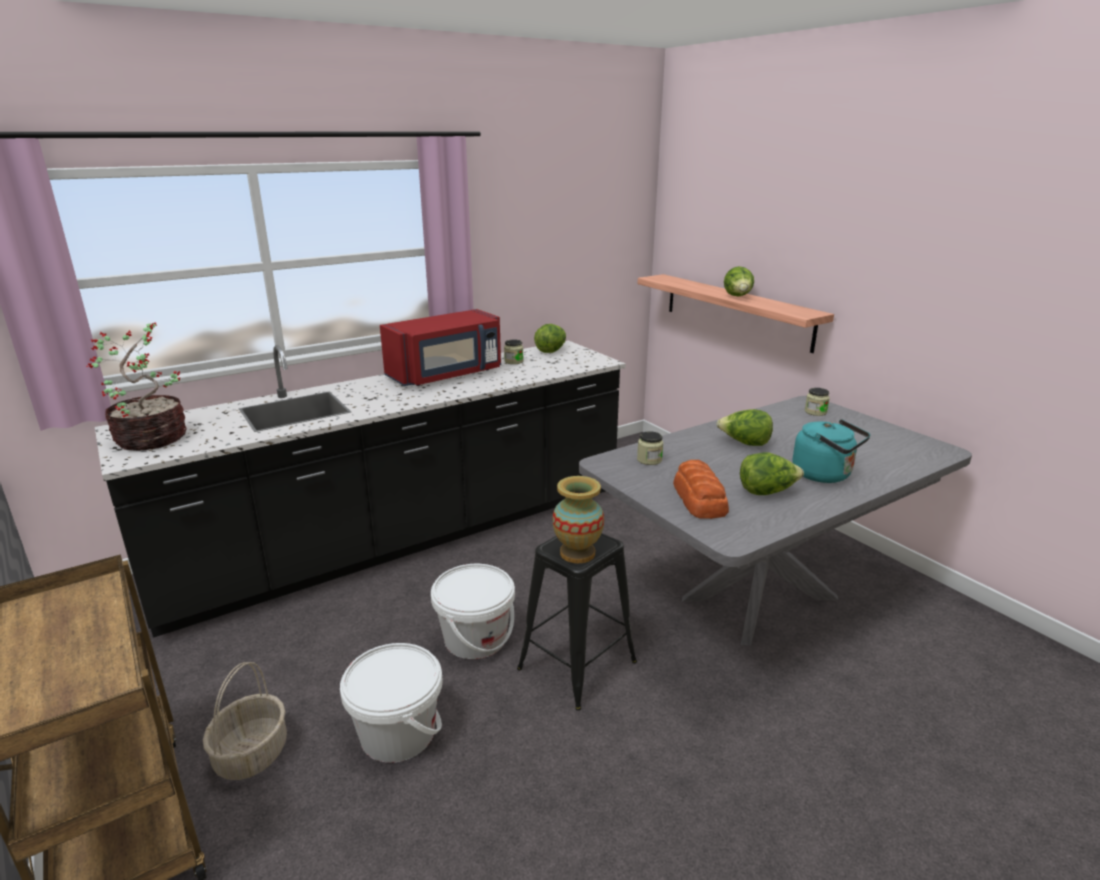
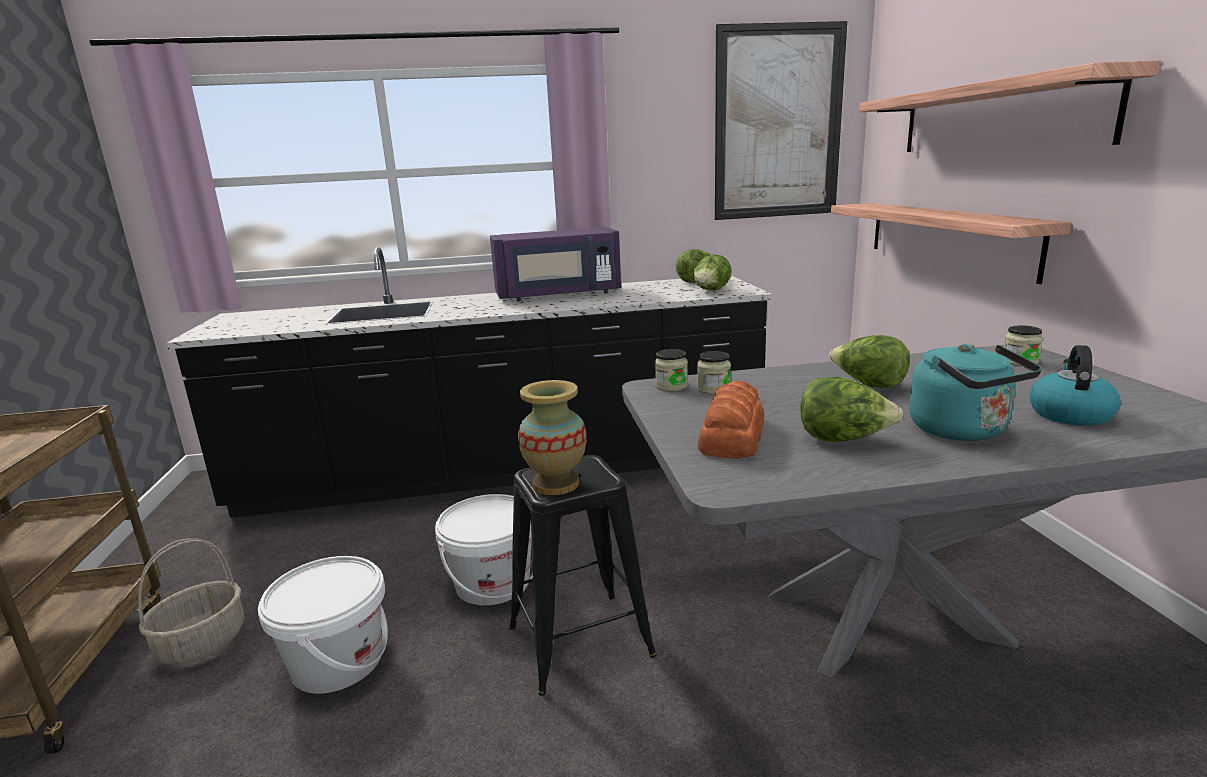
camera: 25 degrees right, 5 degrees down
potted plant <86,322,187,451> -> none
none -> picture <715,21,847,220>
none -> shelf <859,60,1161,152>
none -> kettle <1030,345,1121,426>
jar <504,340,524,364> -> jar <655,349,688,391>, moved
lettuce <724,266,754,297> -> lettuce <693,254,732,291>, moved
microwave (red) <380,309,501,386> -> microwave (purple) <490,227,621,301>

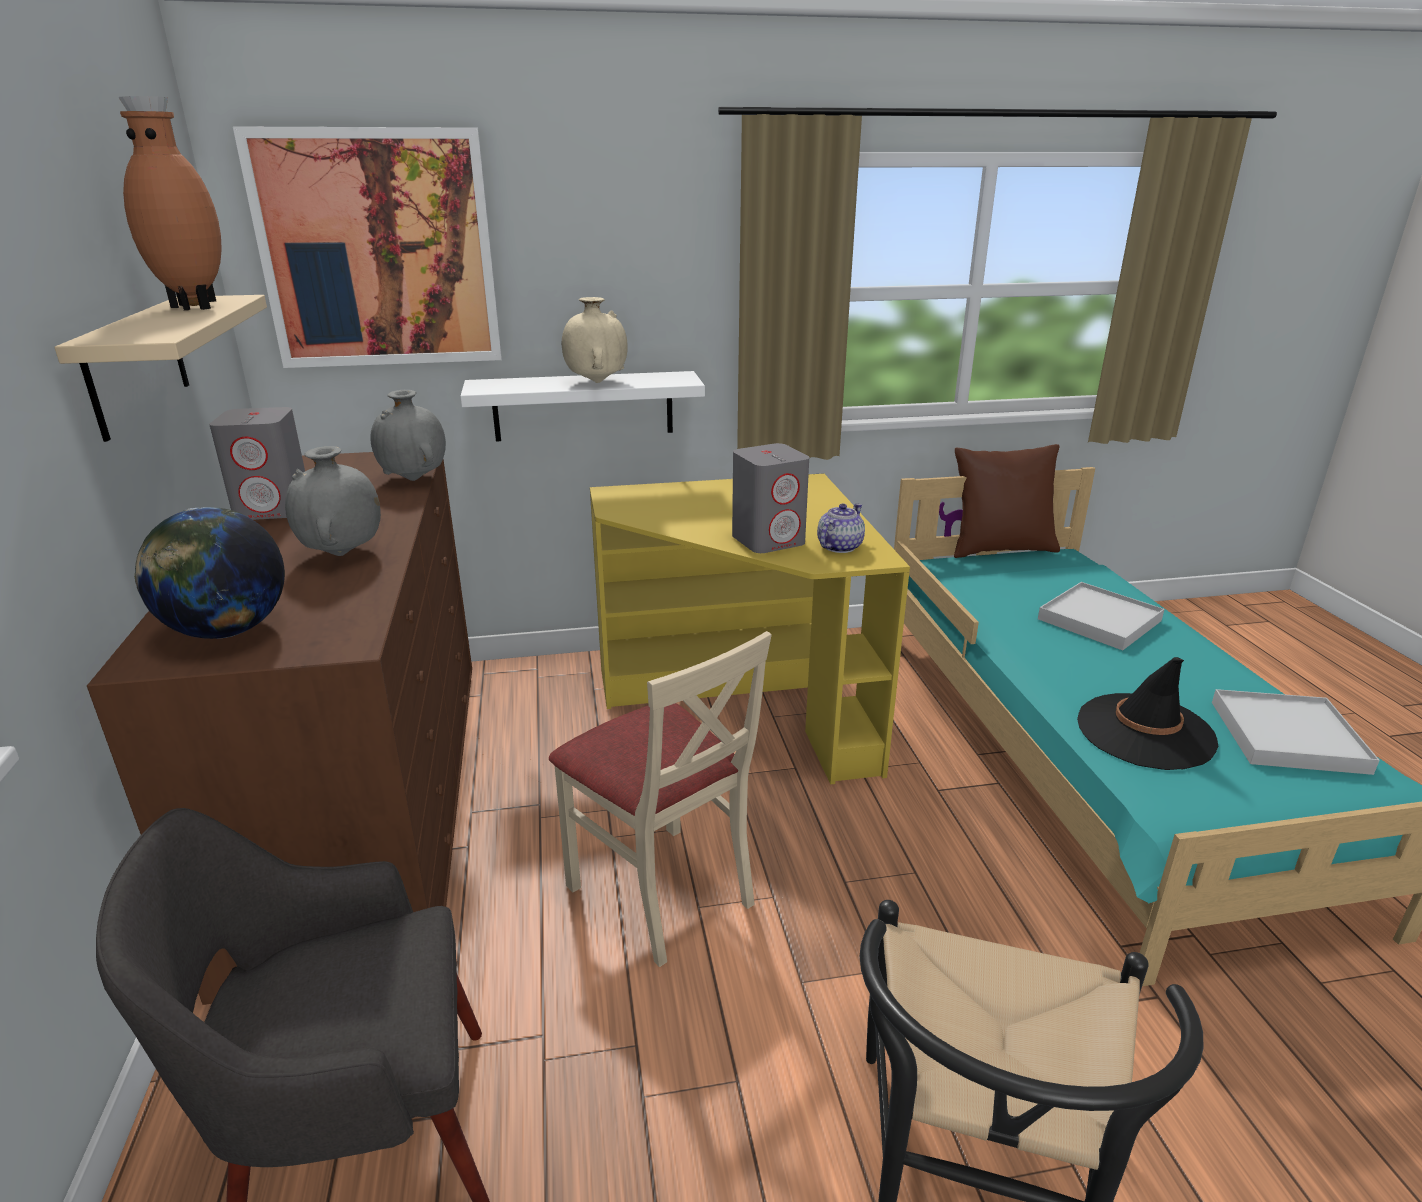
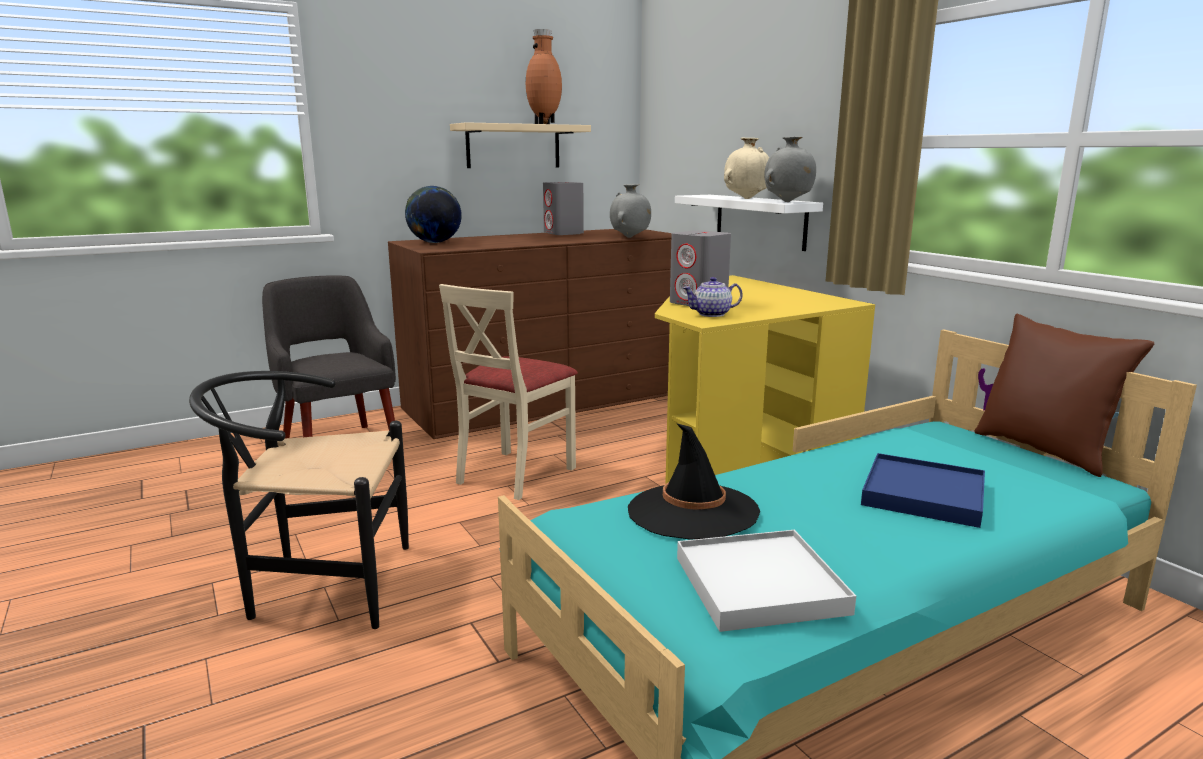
camera: 70 degrees right, 10 degrees down
picture <233,127,502,368> -> none
vase (grey) <285,446,381,556> -> vase (grey) <764,136,816,202>, moved
tray (white) <1038,582,1165,650> -> tray (blue) <861,453,985,528>
teapot <817,504,865,553> -> teapot <683,277,743,317>, 150 degrees clockwise

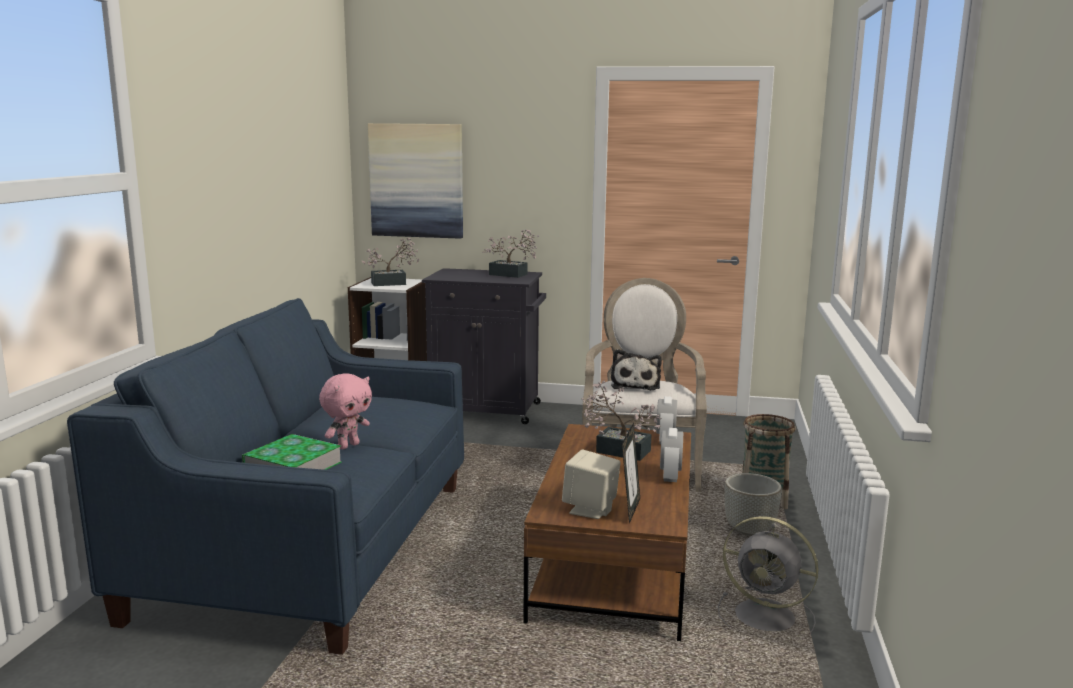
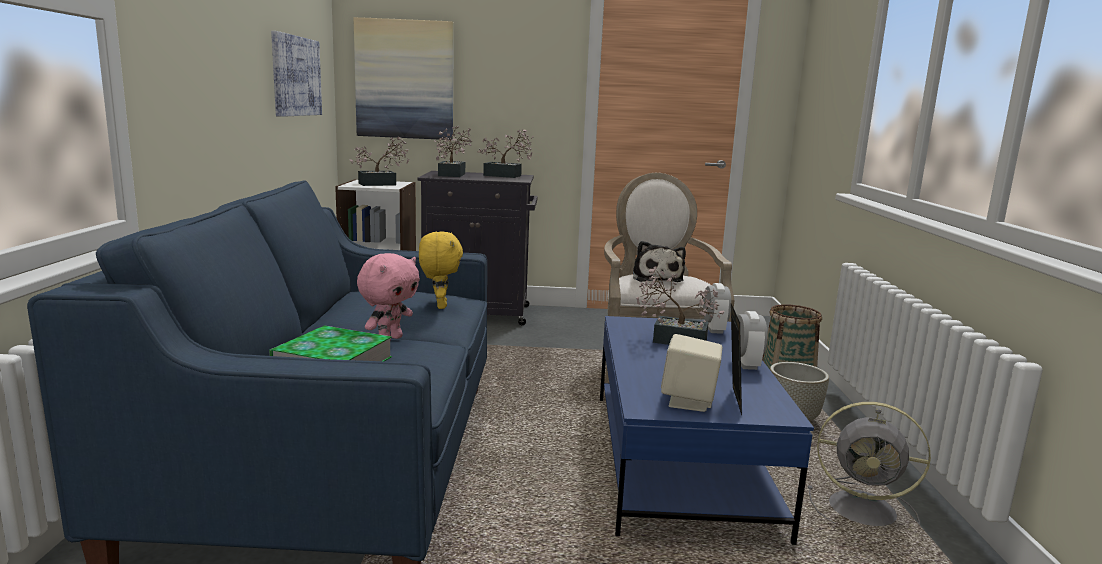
camera: 10 degrees left, 0 degrees up
none -> picture <271,31,322,117>
none -> plush toy (yellow) <419,231,463,309>
none -> potted plant <434,125,472,177>
coffee table (brown) <523,424,691,641> -> coffee table (blue) <600,316,814,545>

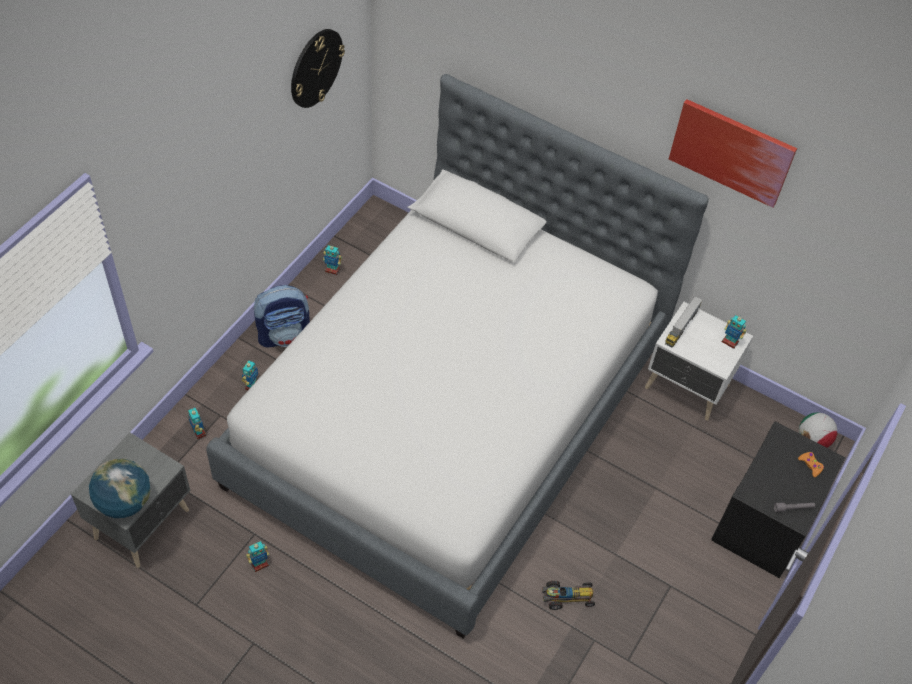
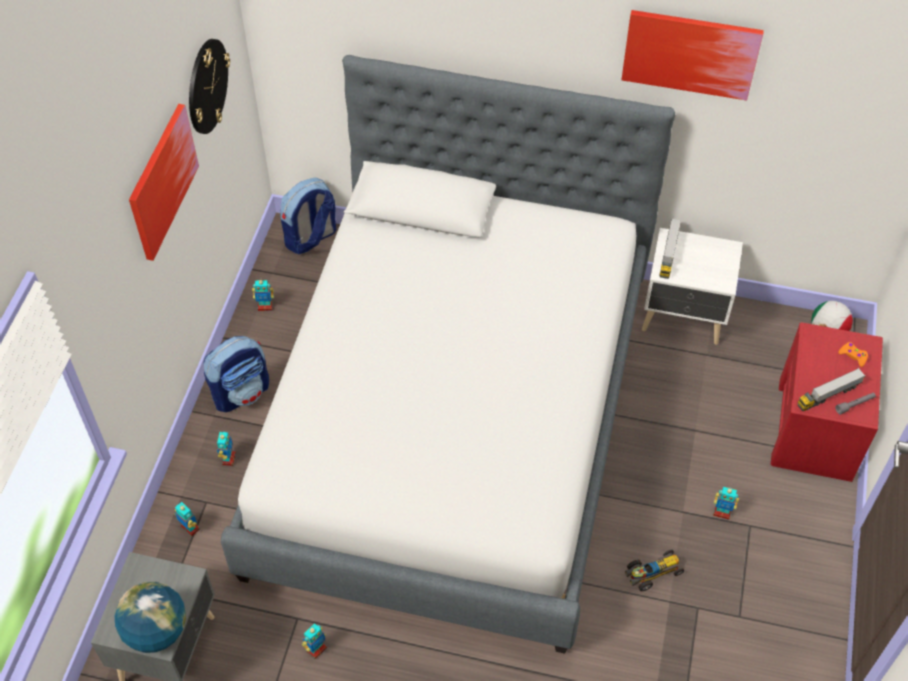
camera: 15 degrees left, 0 degrees up
none -> picture <129,104,199,261>
none -> backpack <280,178,336,254>
none -> toy truck <797,368,865,411>
toy robot <722,315,746,349> -> toy robot <713,487,739,520>, moved
nightstand (black) <711,421,845,578> -> nightstand (red) <771,322,883,482>

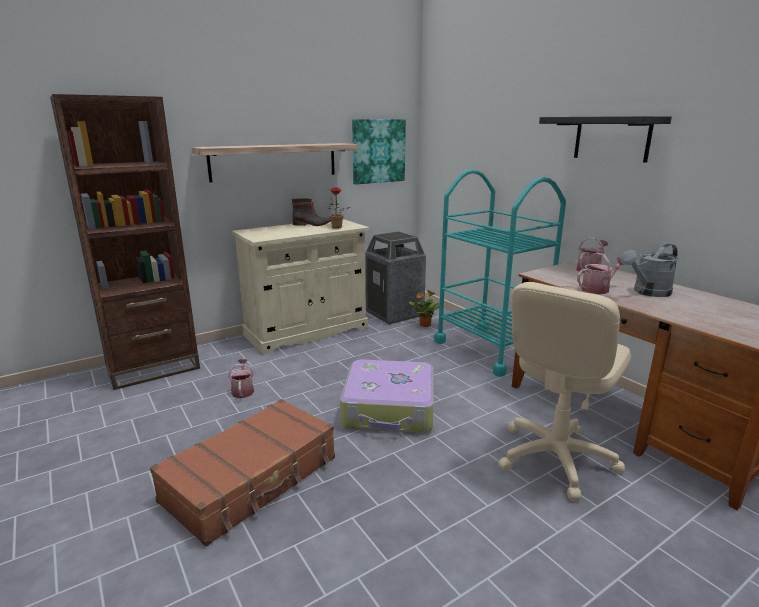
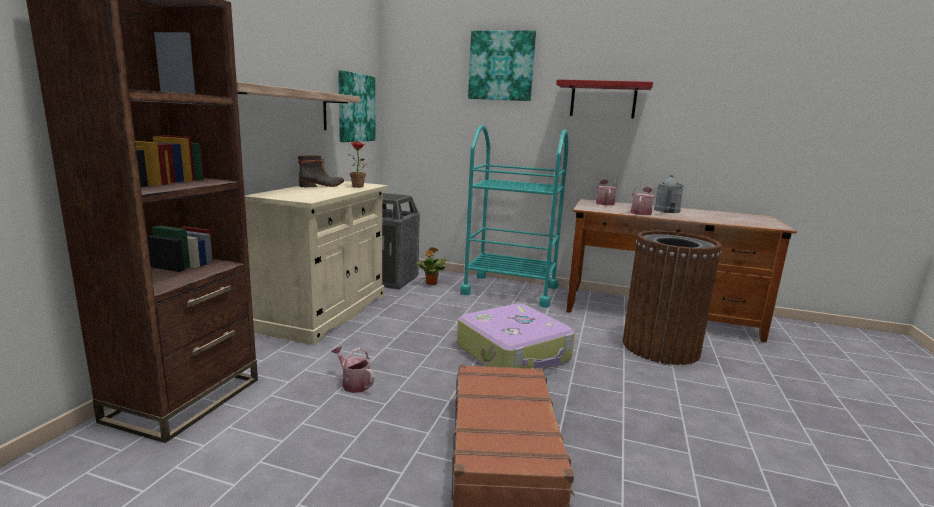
camera: 40 degrees left, 5 degrees down
none -> picture <468,30,536,101>
office chair (beige) <498,282,631,501> -> trash can (brown) <623,230,721,365>
shelf (black) <539,116,672,163> -> shelf (red) <556,79,653,118>

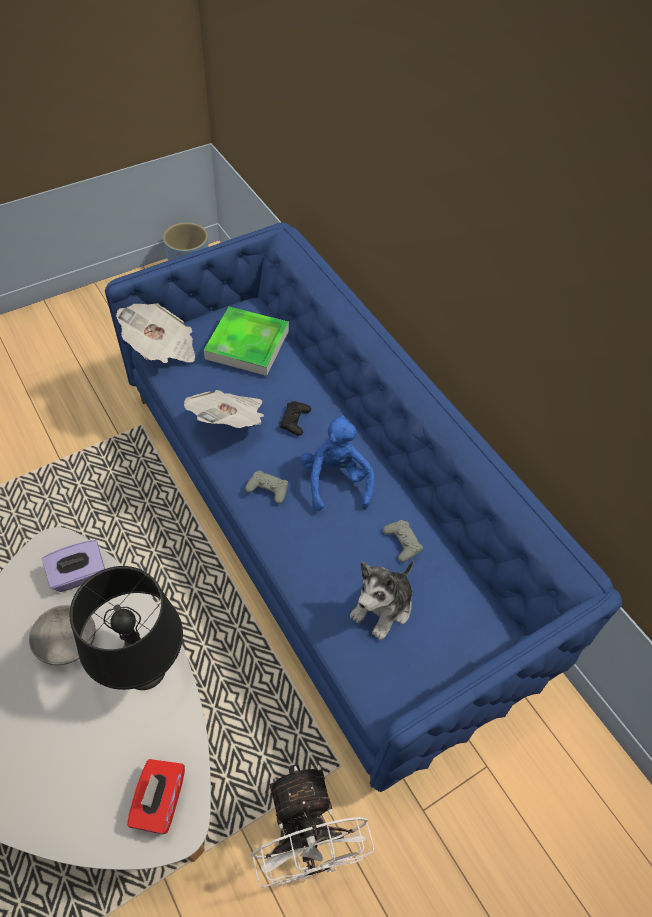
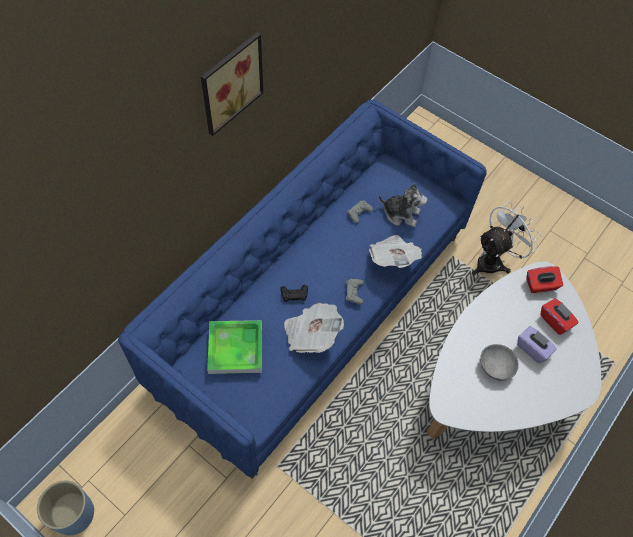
camera: 110 degrees left, 5 degrees up
table lamp (black) <70,566,183,690> -> none
plush toy (blue) <301,415,375,511> -> none
none -> picture <201,32,263,136>
none -> tissue box (red) <541,298,579,335>
tissue box (purple) <42,540,105,592> -> tissue box (purple) <517,326,557,363>, moved
newspaper <116,303,195,363> -> newspaper <369,235,422,268>, moved

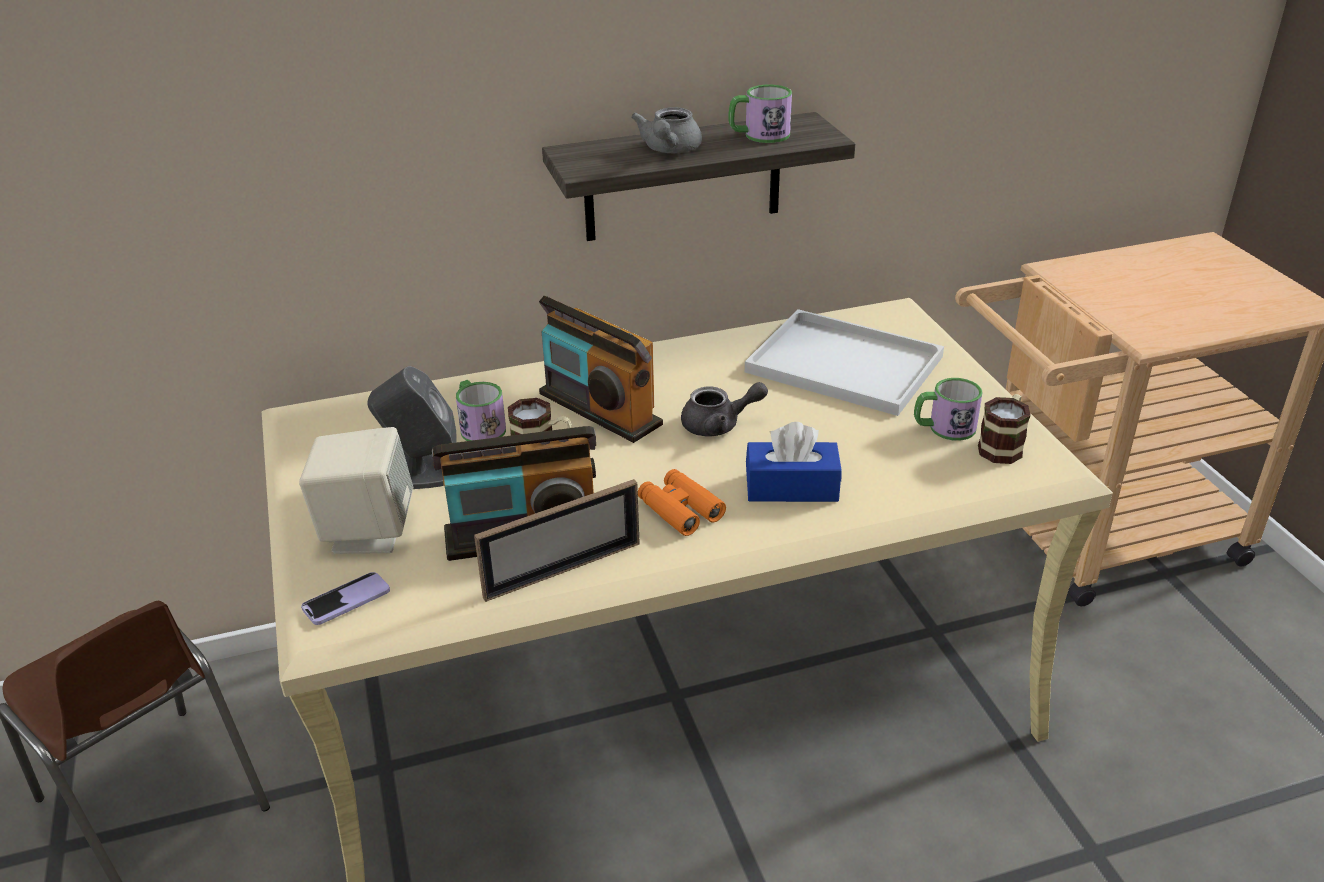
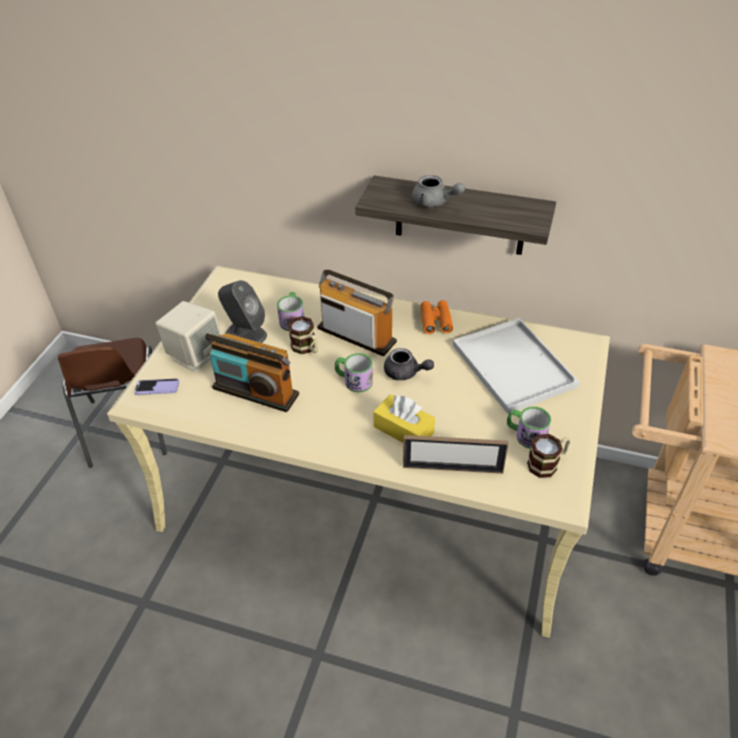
camera: 35 degrees right, 10 degrees up
picture frame <474,479,640,602> -> picture frame <403,435,508,474>, moved
binoculars (orange) <638,469,726,536> -> binoculars (orange) <421,300,453,334>, moved
mug <728,84,792,143> -> mug <335,353,373,392>, moved
tissue box (blue) <746,422,842,502> -> tissue box (yellow) <373,395,435,443>
radio <539,296,663,443> -> radio <317,270,397,356>, 135 degrees clockwise
teapot (grey) <631,107,702,153> -> teapot (grey) <412,175,465,207>, 105 degrees counterclockwise

